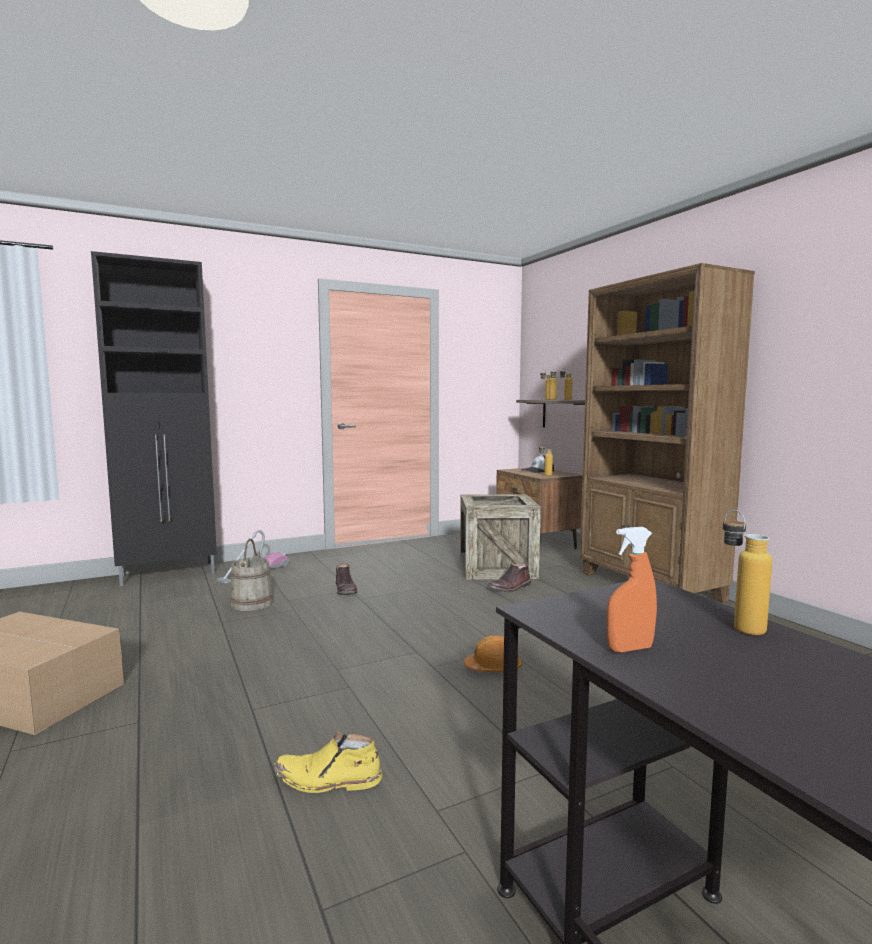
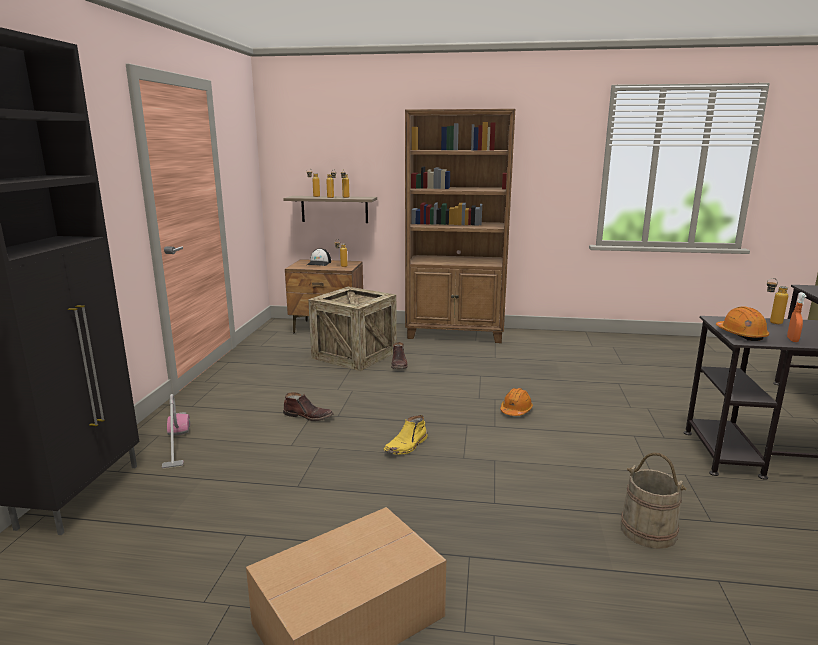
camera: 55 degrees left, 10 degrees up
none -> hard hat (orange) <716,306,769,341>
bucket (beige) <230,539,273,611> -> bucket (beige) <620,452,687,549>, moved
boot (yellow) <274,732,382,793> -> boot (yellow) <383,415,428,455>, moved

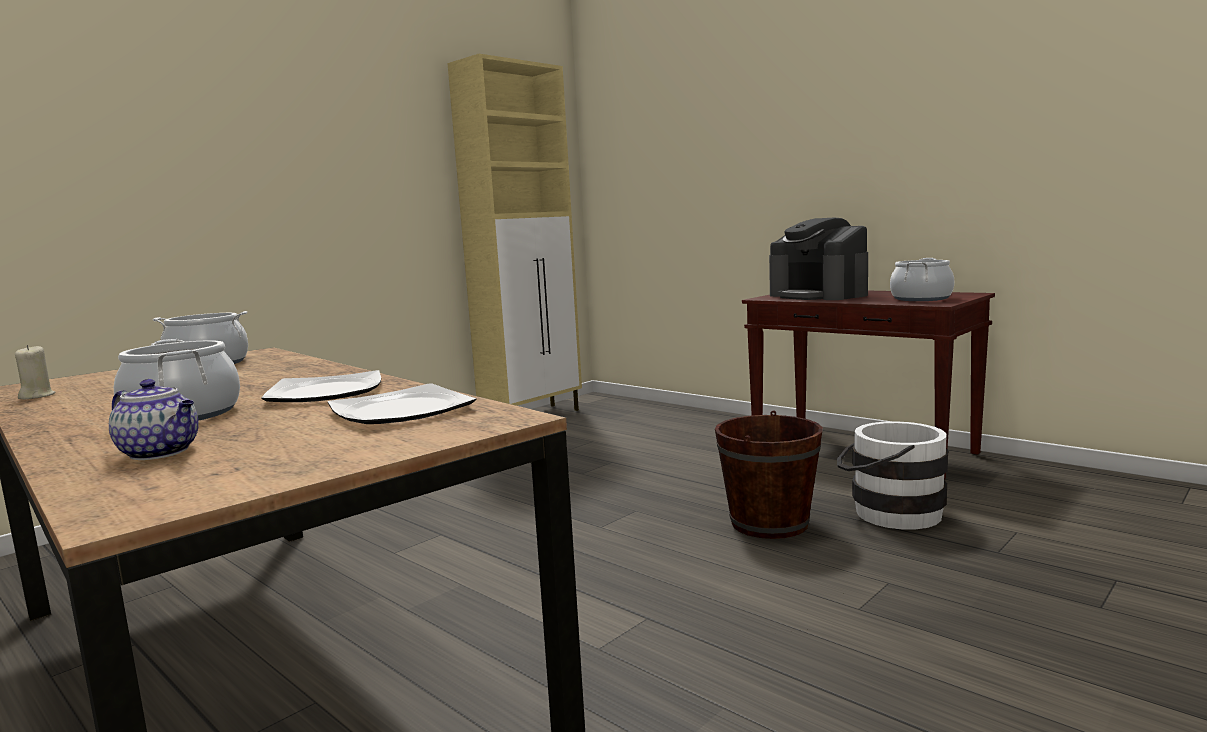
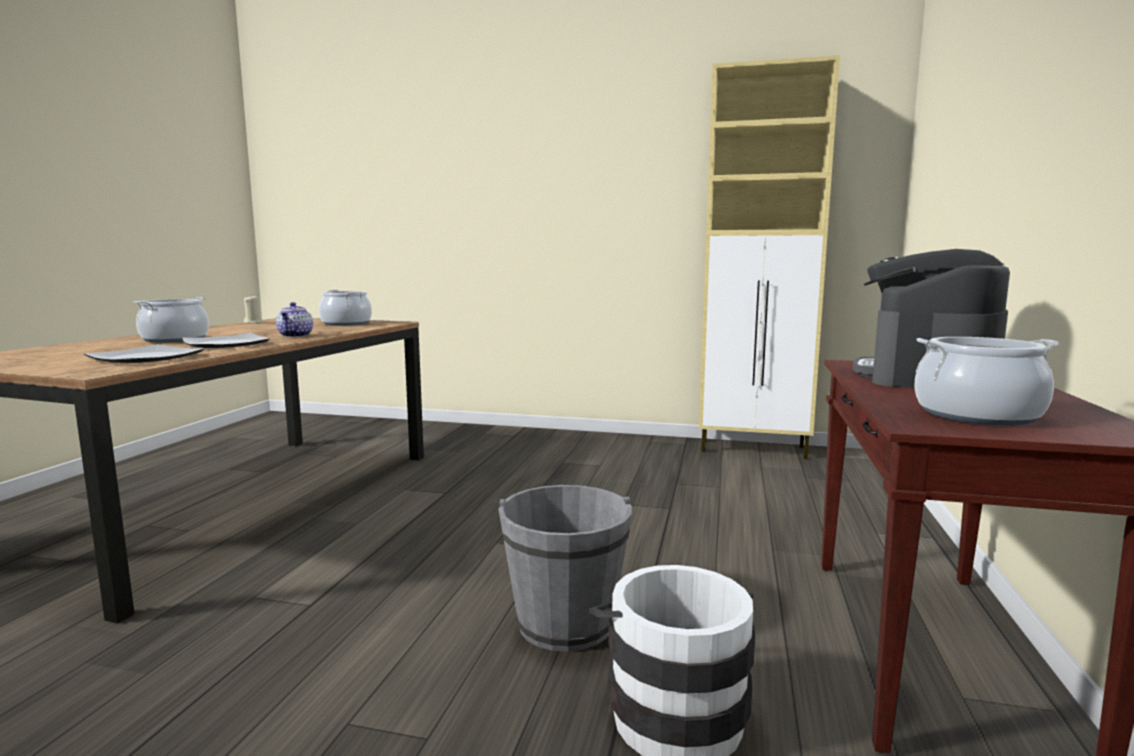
camera: 60 degrees right, 0 degrees up
teapot <109,379,199,460> -> teapot <276,302,313,337>, moved
bucket (brown) <715,410,823,539> -> bucket (grey) <498,485,632,652>

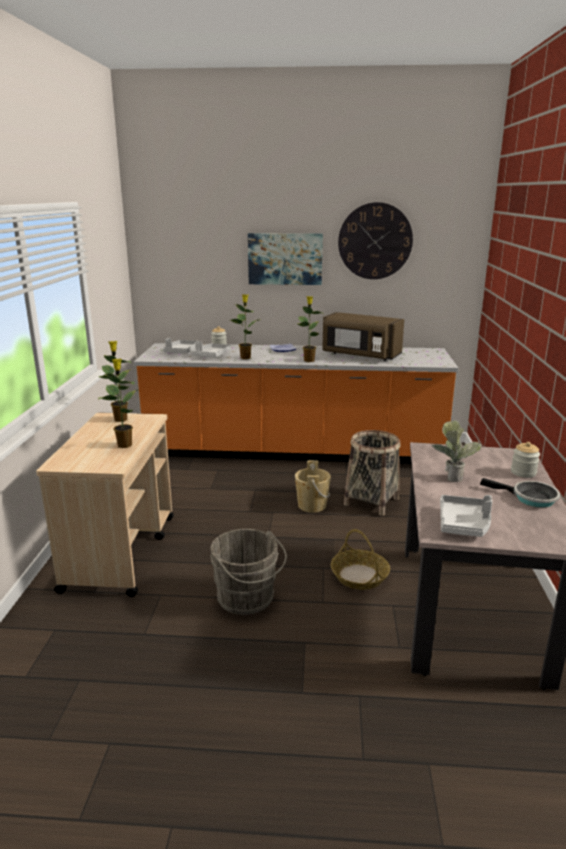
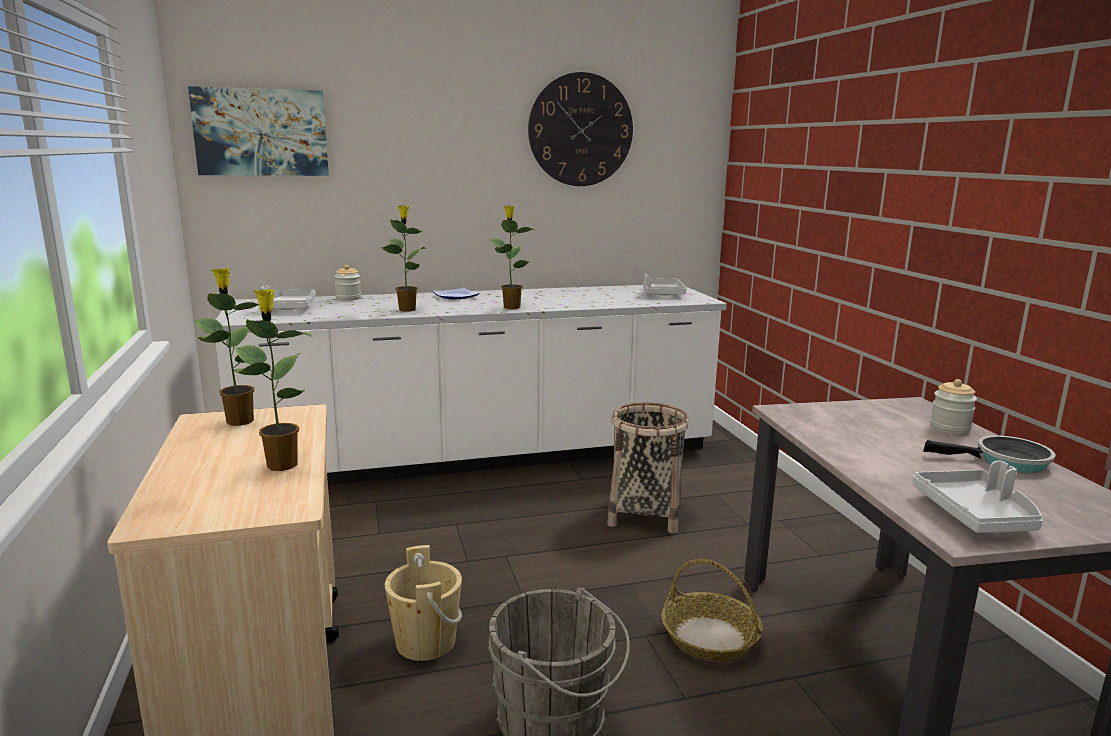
camera: 20 degrees left, 5 degrees down
microwave (brown) <322,312,404,361> -> none
potted plant <432,420,481,482> -> none
tray (grey) <192,341,231,357> -> tray (grey) <643,274,686,296>, moved
picture <248,233,323,285> -> picture <188,86,329,176>, moved
bucket (beige) <295,460,331,513> -> bucket (beige) <385,545,462,661>, moved
counter (orange) <134,343,458,464> -> counter (white) <216,285,727,485>

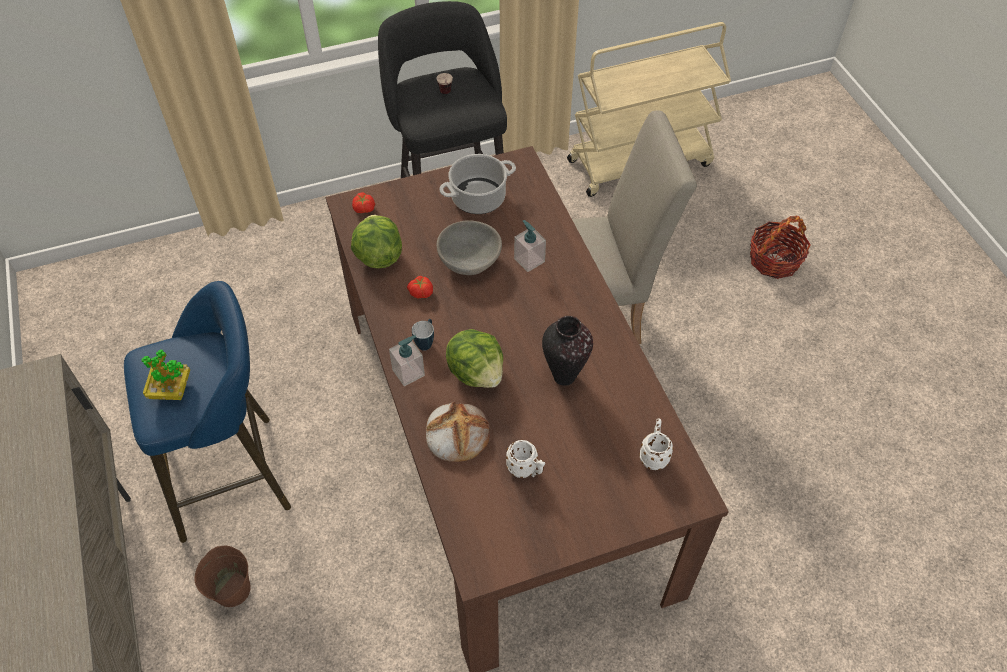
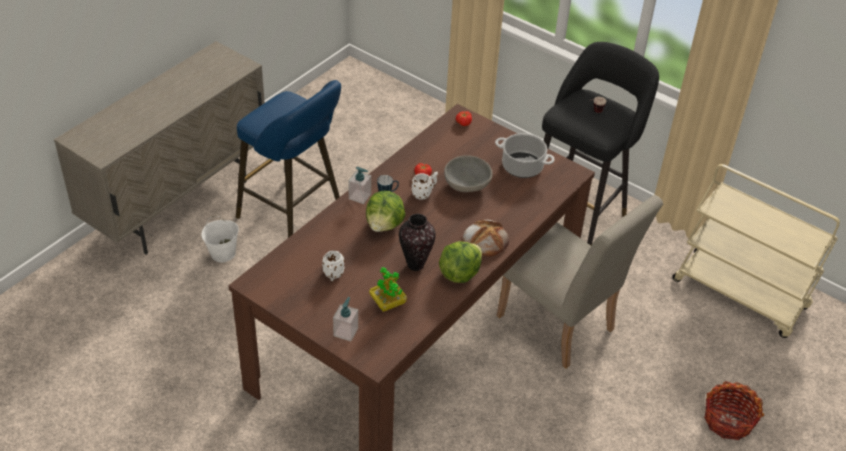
camera: 55 degrees right, 10 degrees down
potted plant <141,350,190,400> -> potted plant <369,267,407,312>, moved
lettuce <351,215,402,268> -> lettuce <439,241,482,283>, moved
bread <426,402,490,462> -> bread <463,220,509,257>, moved
soap dispenser <514,220,546,272> -> soap dispenser <333,297,358,341>, moved
mug (white) <639,418,674,470> -> mug (white) <411,171,438,200>, moved
bucket (brown) <194,545,251,607> -> bucket (white) <202,216,239,262>

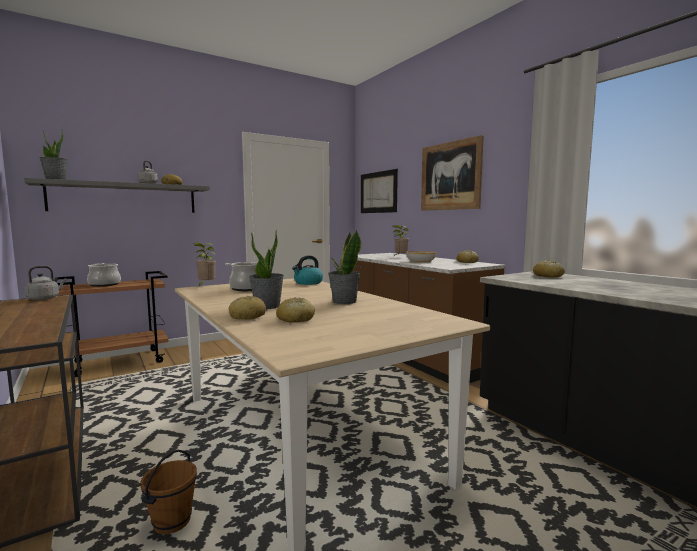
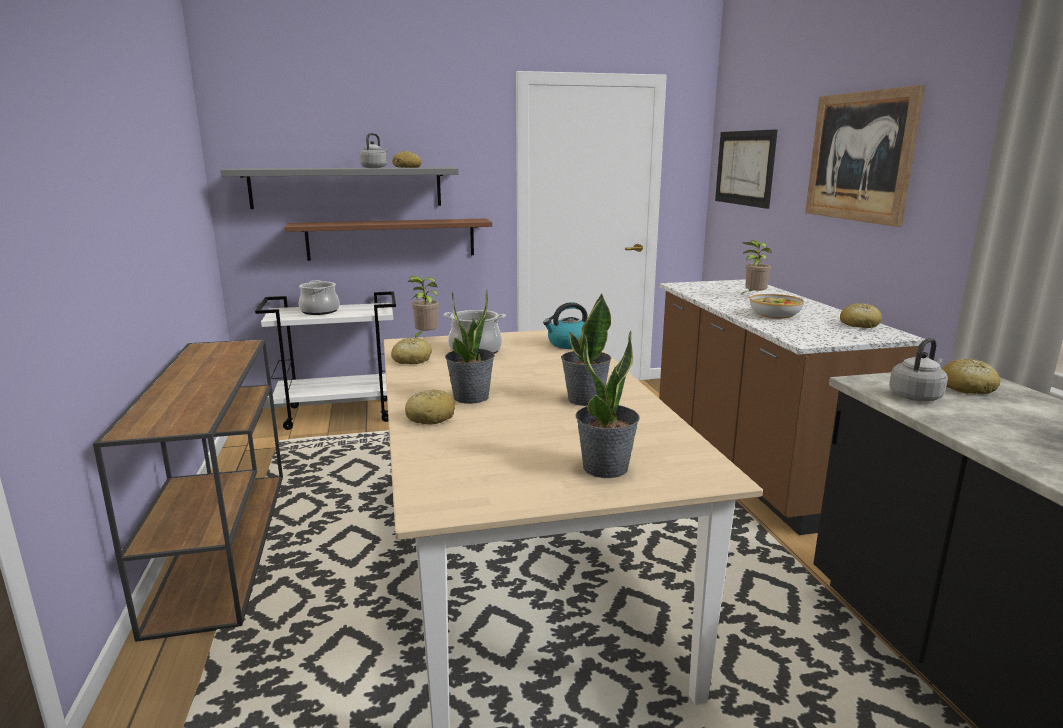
camera: 20 degrees right, 10 degrees up
bucket (brown) <140,450,197,534> -> none
none -> shelf (brown) <284,219,492,261>
kettle (grey) <24,266,66,300> -> kettle (grey) <889,338,948,401>, moved
potted plant <39,130,67,180> -> potted plant <576,331,640,478>, moved
bread <276,297,315,323> -> bread <391,337,432,364>, moved
cart (brown) <54,271,169,377> -> cart (white) <255,291,396,430>

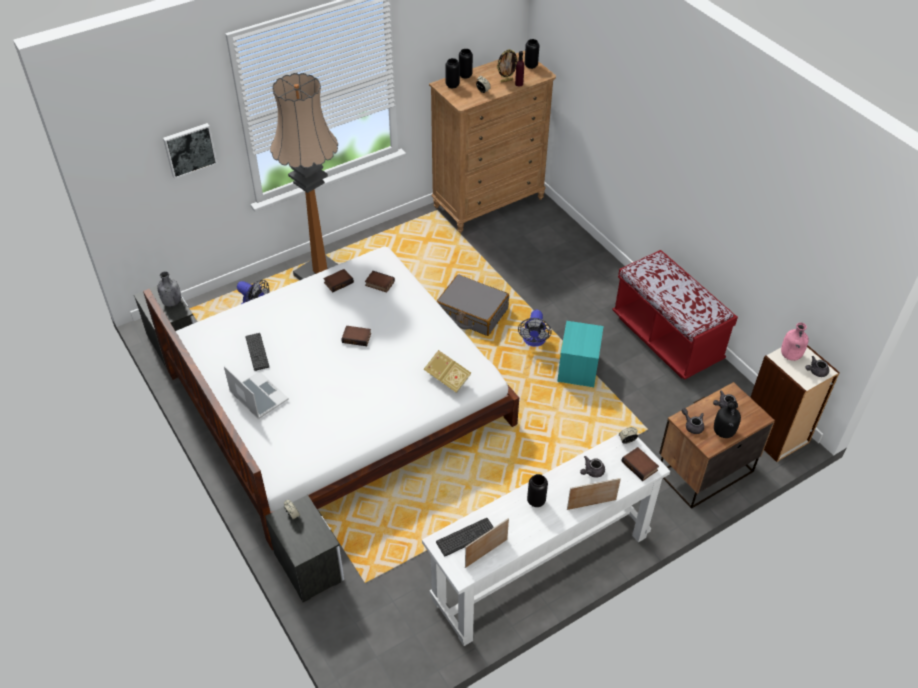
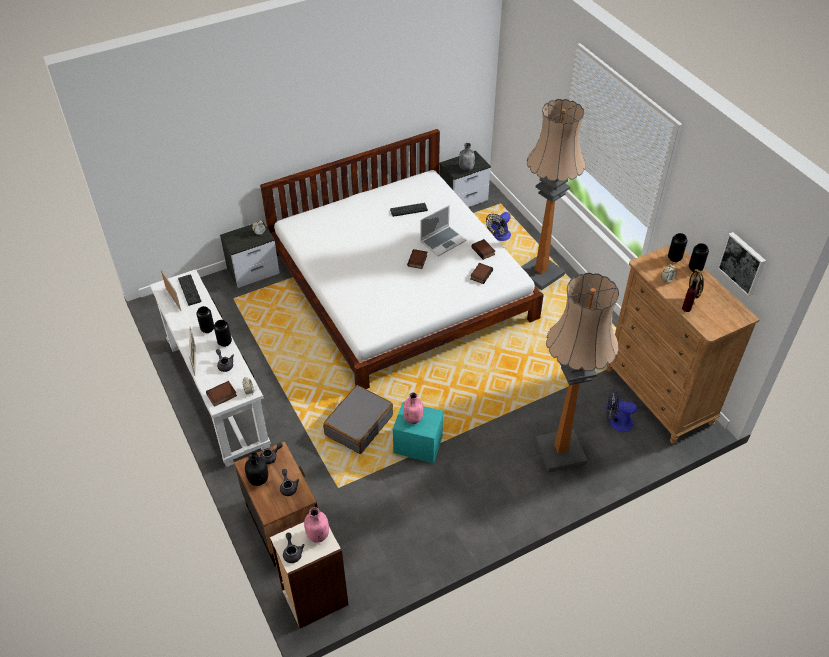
camera: 95 degrees right, 0 degrees up
book <424,350,471,393> -> none
bench (red) <612,250,738,380> -> none
none -> bottle (pink) <403,392,423,424>
none -> floor lamp <535,273,619,473>
picture <163,123,218,179> -> picture <717,232,766,296>, moved
laptop <224,366,289,419> -> laptop <420,205,466,256>, moved
suitcase (grey) <437,274,509,336> -> suitcase (grey) <323,385,393,454>, moved
fan <518,310,552,347> -> fan <606,389,637,432>, moved
vase (black) <525,39,539,69> -> vase (black) <214,320,232,347>, moved

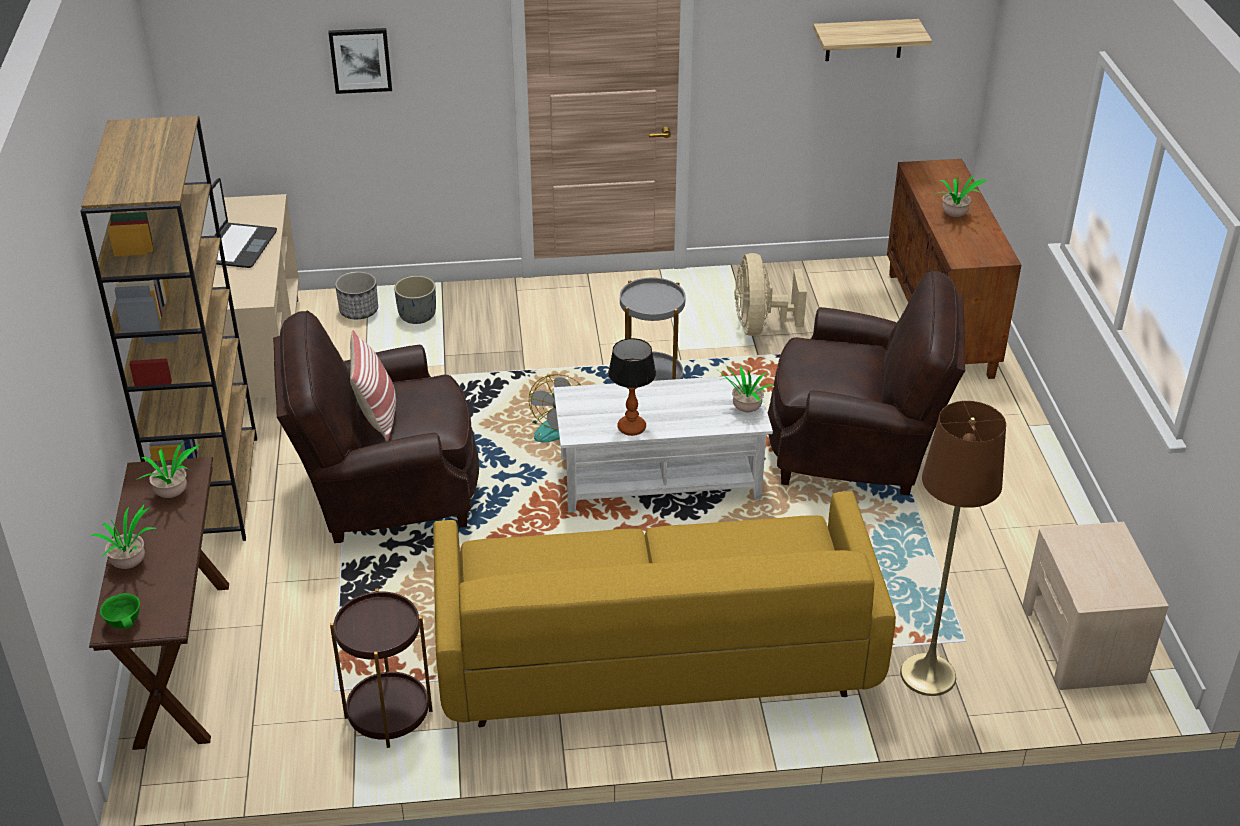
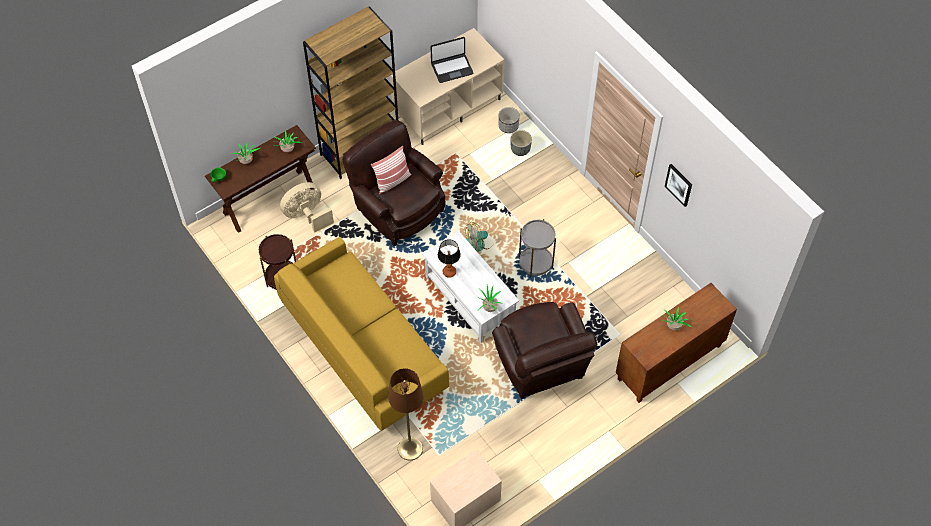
camera: 60 degrees right, 20 degrees up
shelf <813,19,932,61> -> none
picture <328,28,392,94> -> picture <665,164,692,207>, moved
fan (beige) <735,253,807,336> -> fan (beige) <280,182,334,232>, moved

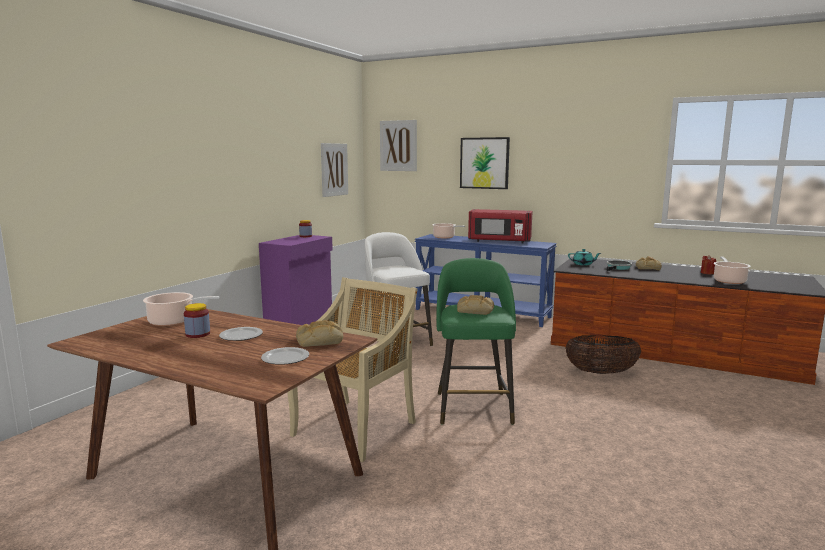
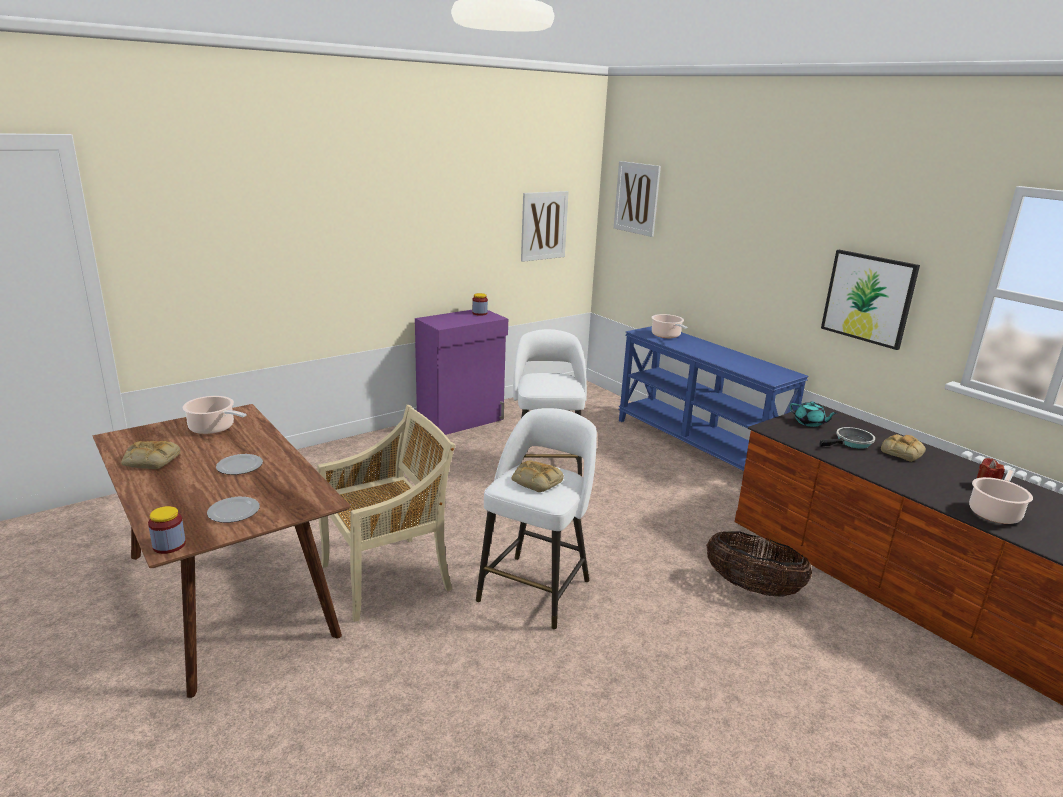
camera: 25 degrees right, 10 degrees up
microwave (red) <468,209,533,243> -> none
jar <184,303,210,338> -> jar <148,506,186,554>, moved
bread <296,320,344,347> -> bread <121,441,180,469>, moved
picture <460,137,510,189> -> picture <821,250,920,350>, moved
stool (green) <436,258,516,425> -> stool (white) <476,408,597,629>

